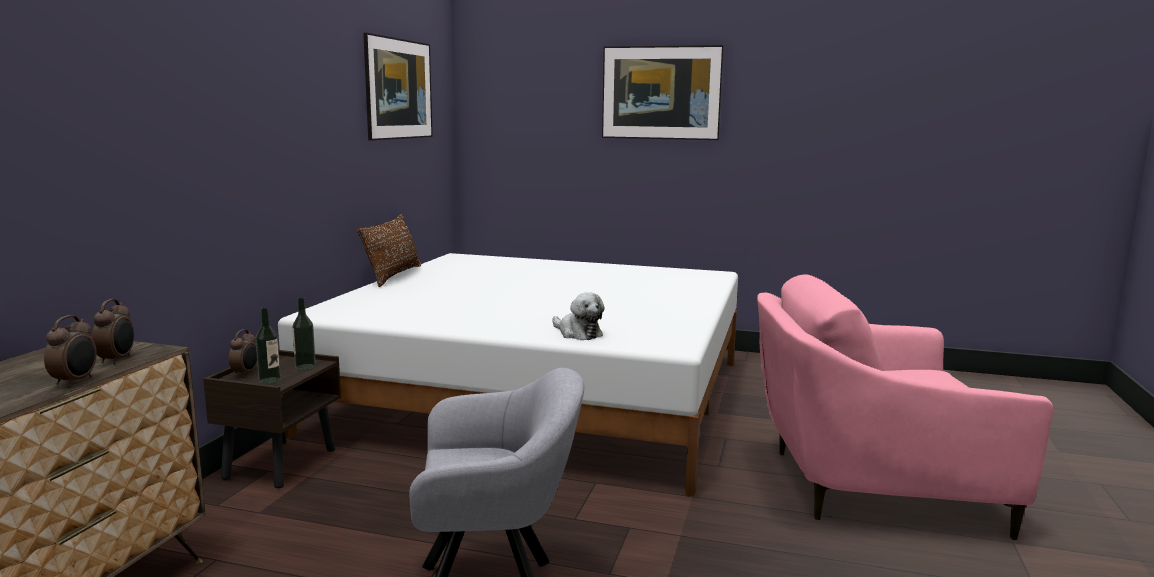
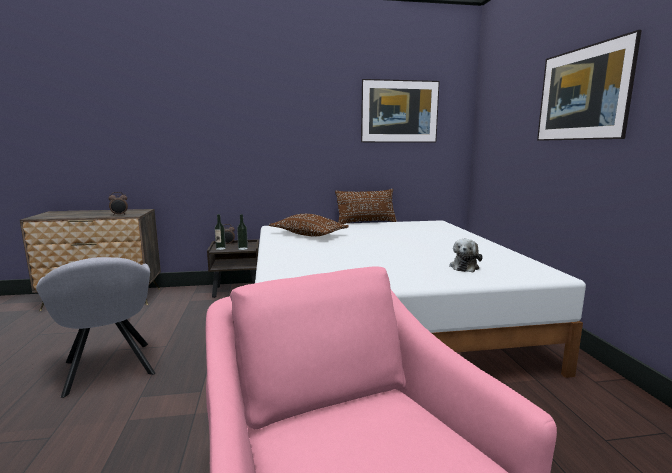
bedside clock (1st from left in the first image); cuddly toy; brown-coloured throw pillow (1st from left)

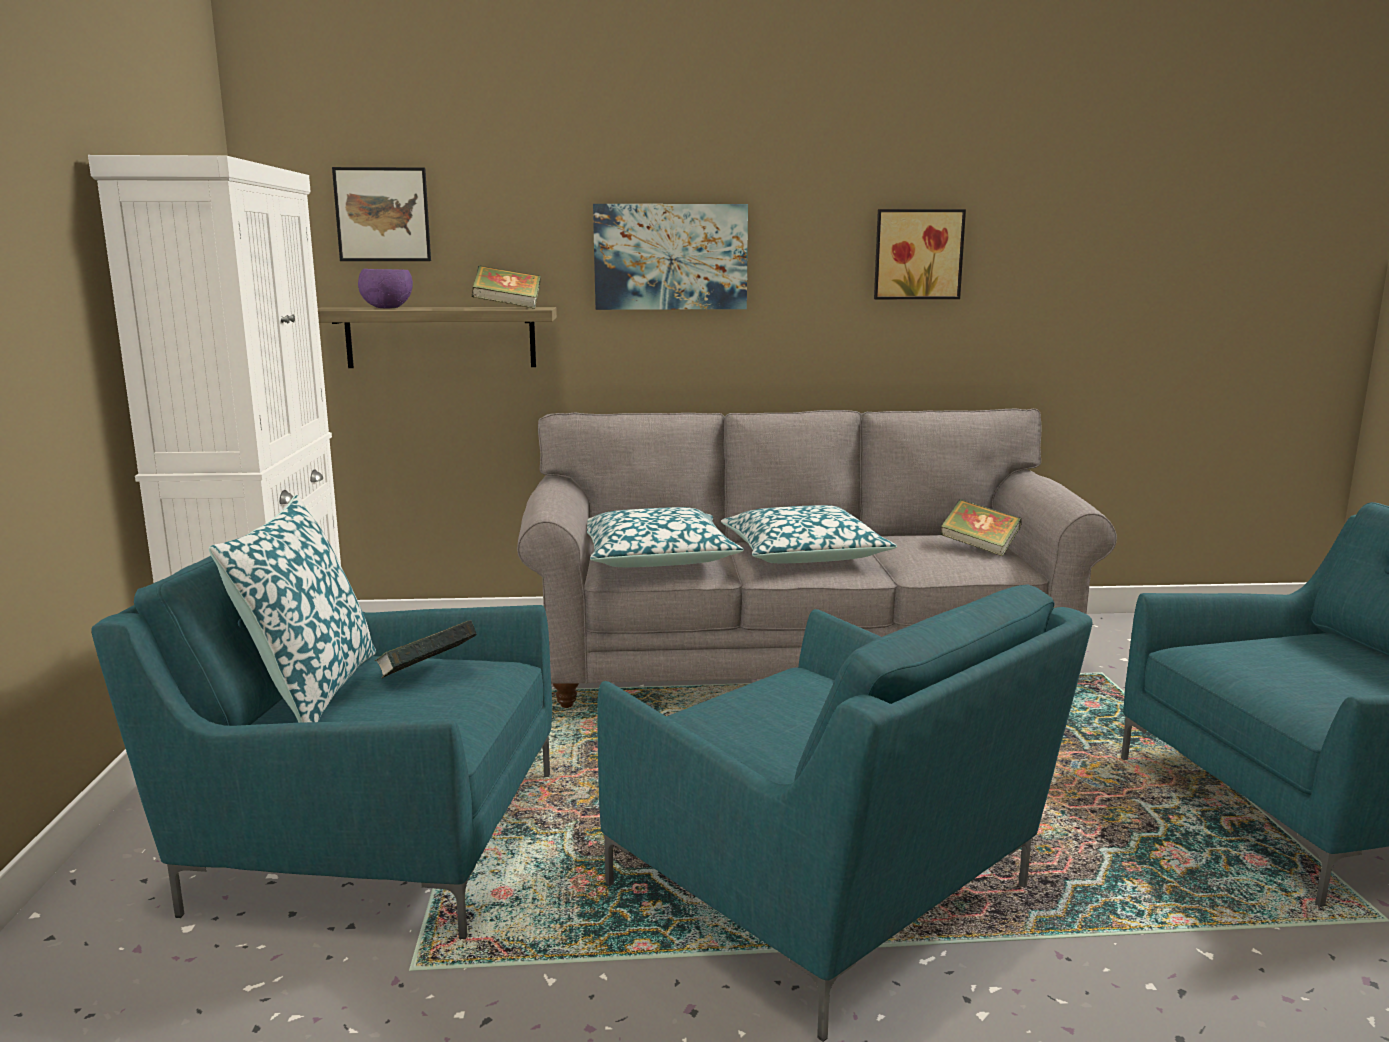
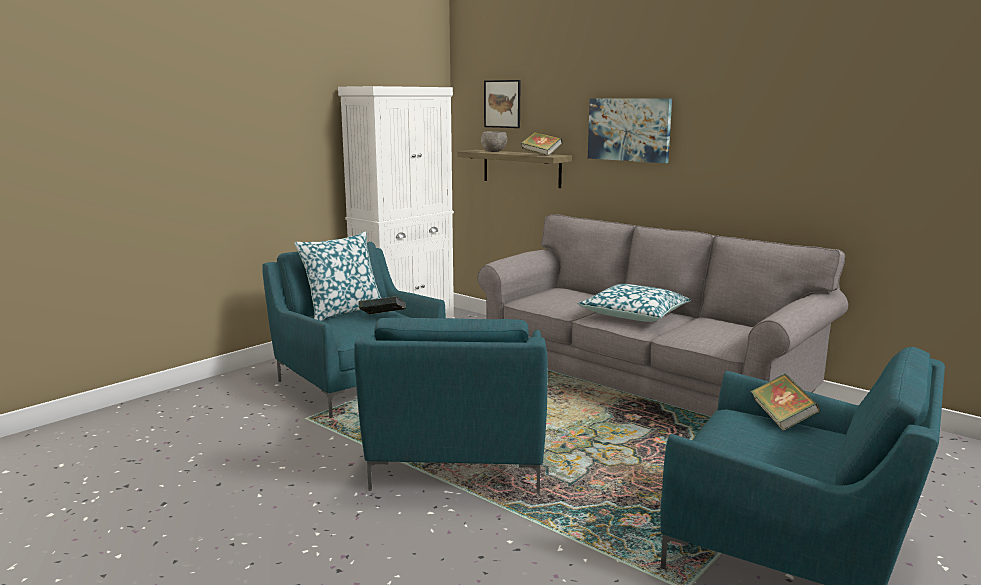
grey bowl; throw pillow (2nd from left in the first image); picture (3rd from left in the first image); volume (3rd from left)

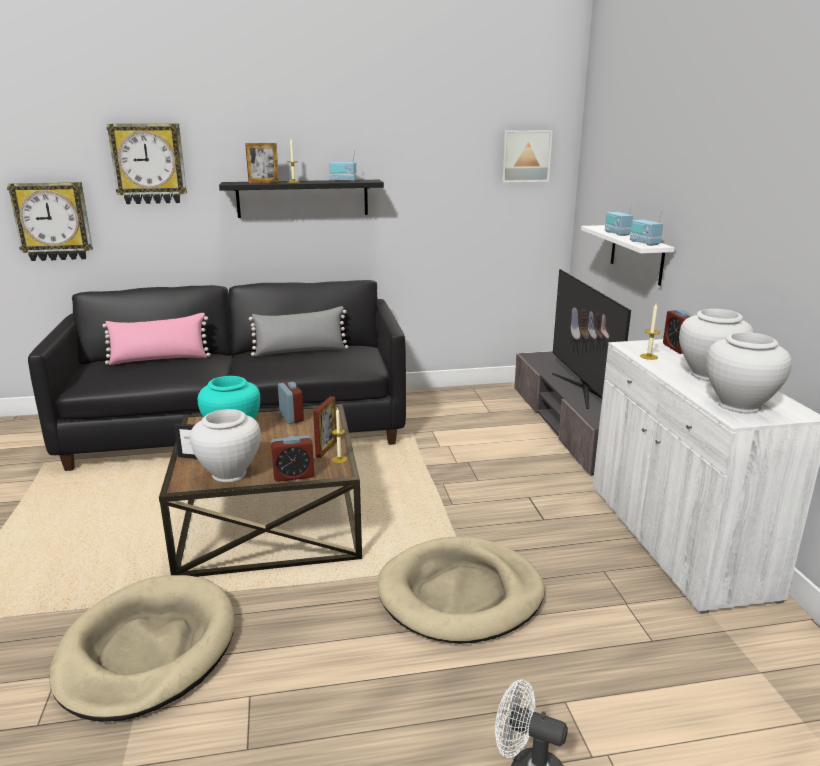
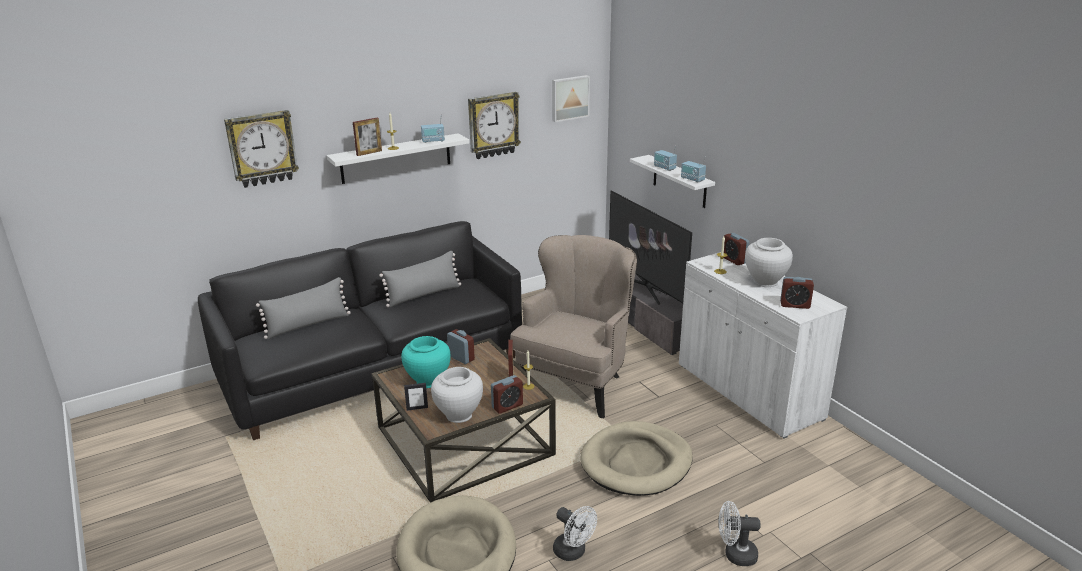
clock on the wall (2nd from left); grey throw pillow (1st from left); white shelf (1st from left); bedside clock (4th from left); sand-coloured easy chair; white fan (1st from left)

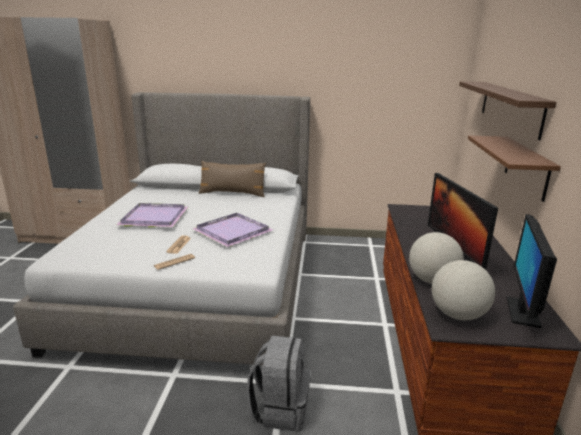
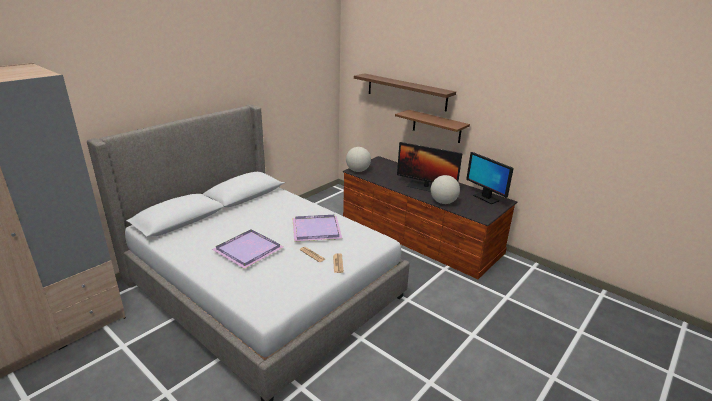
brown-coloured throw pillow; grey knapsack; desk globe (1st from left)

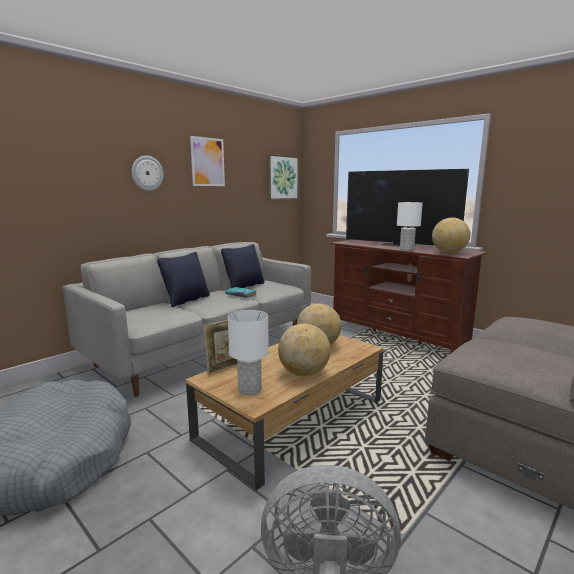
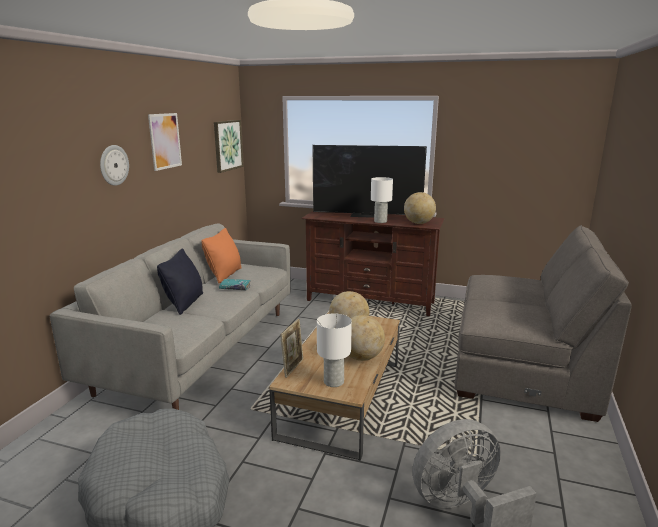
orange-coloured throw pillow

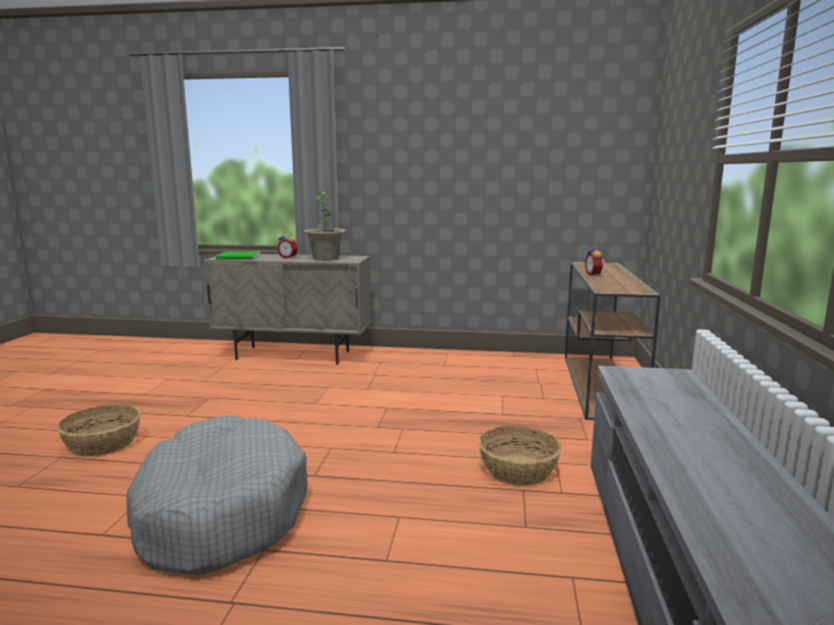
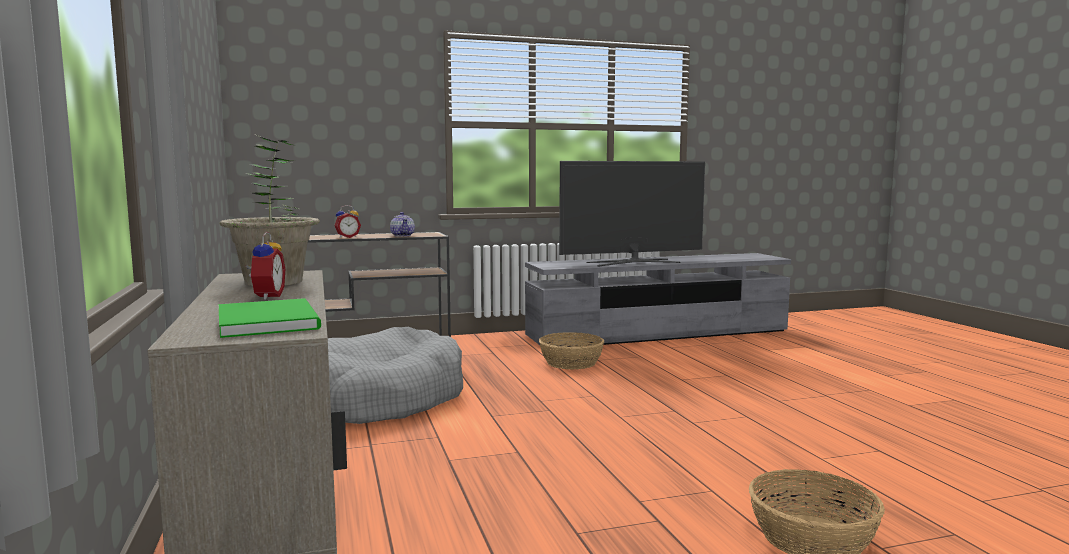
grey dog cushion; teapot; TV

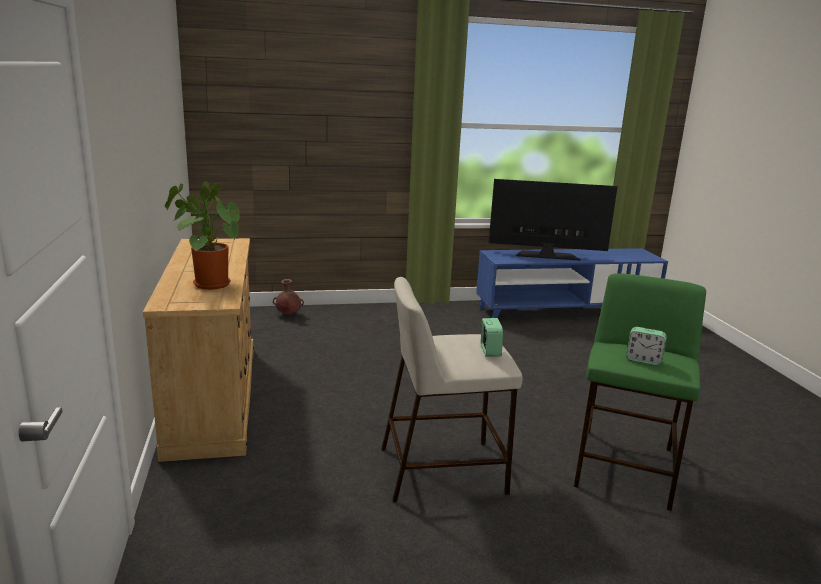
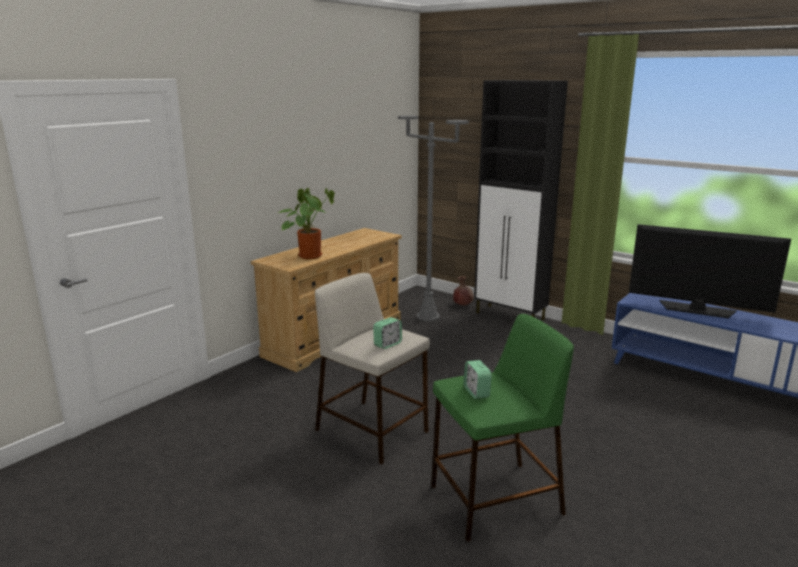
TV; grey standing lamp; black cupboard

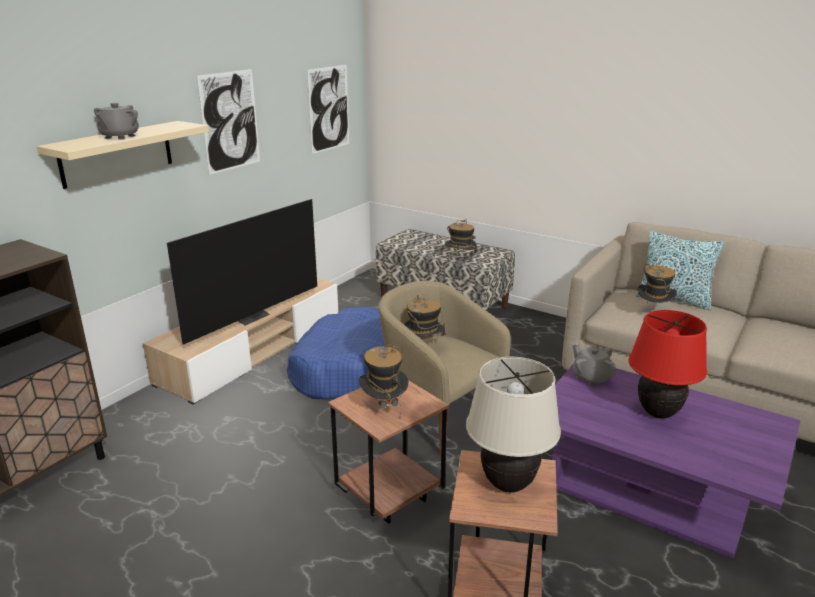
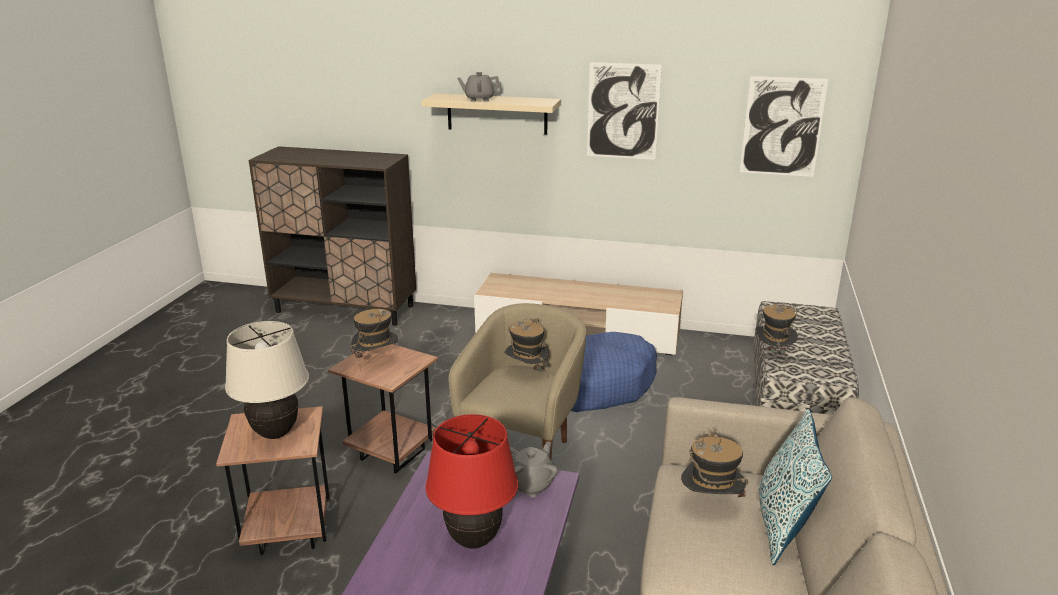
TV

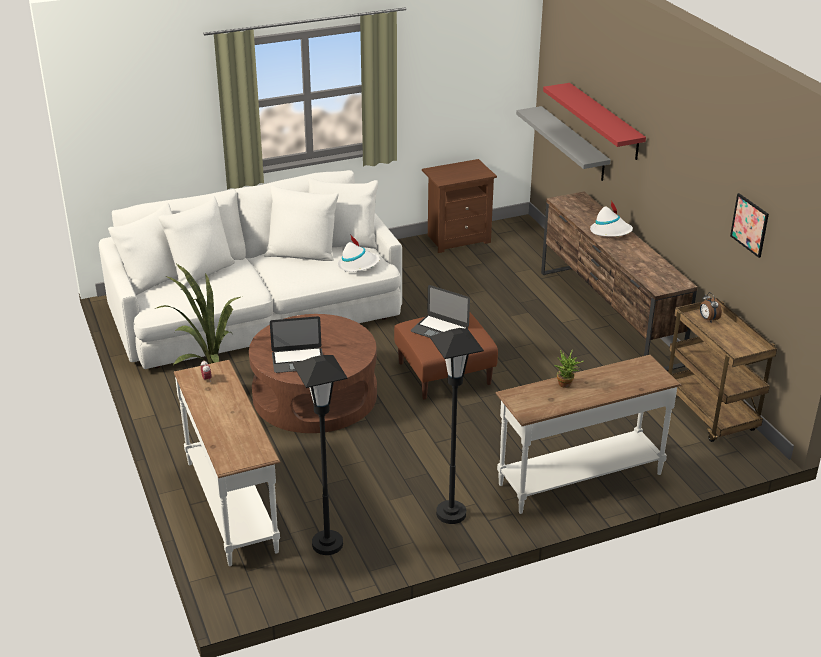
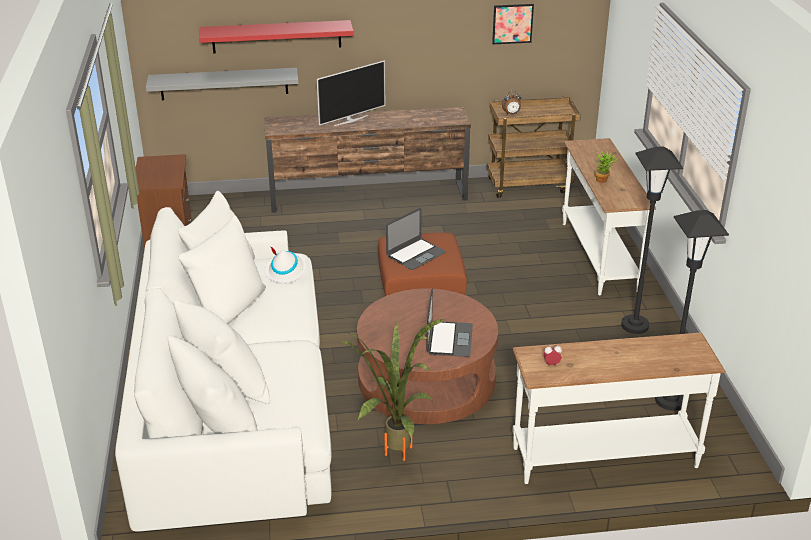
TV

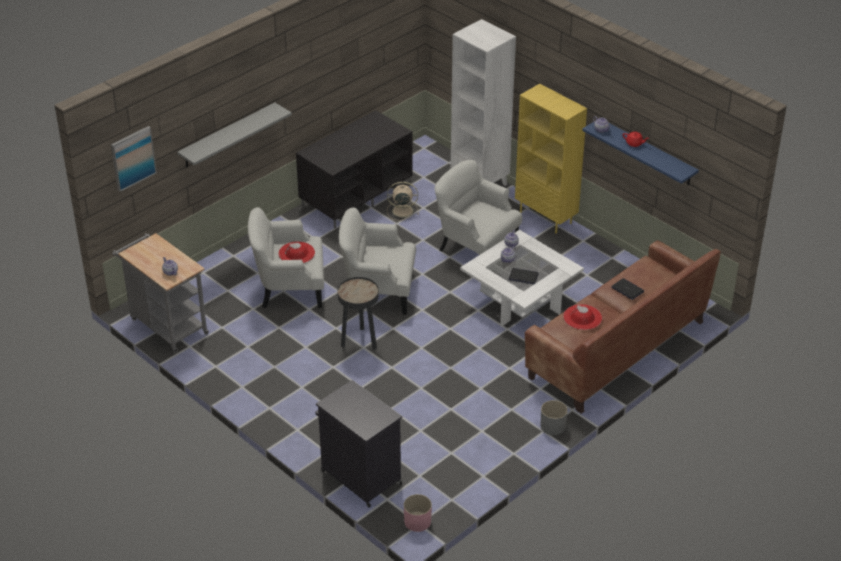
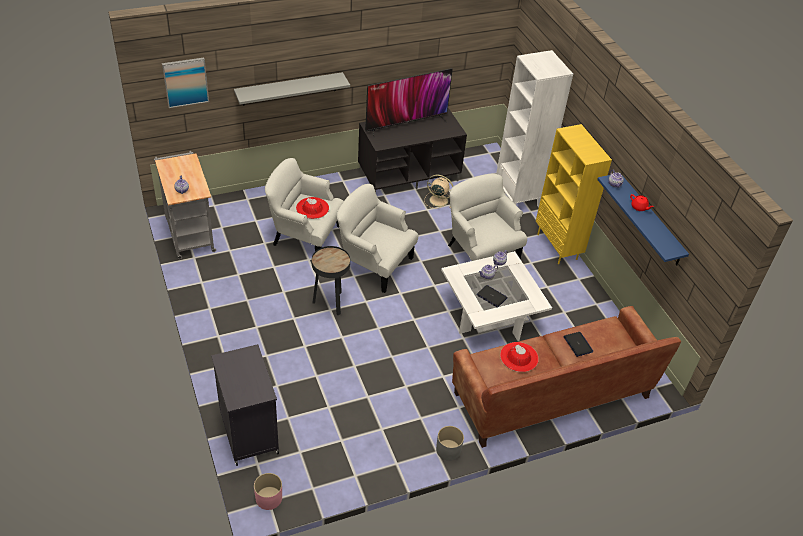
TV

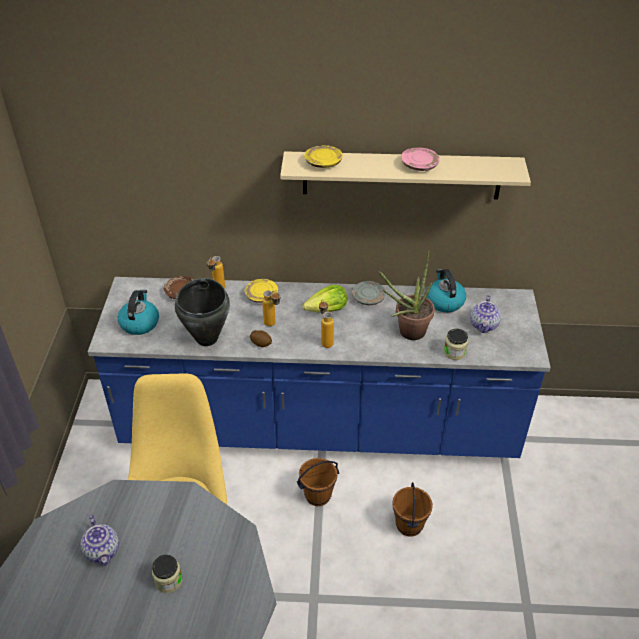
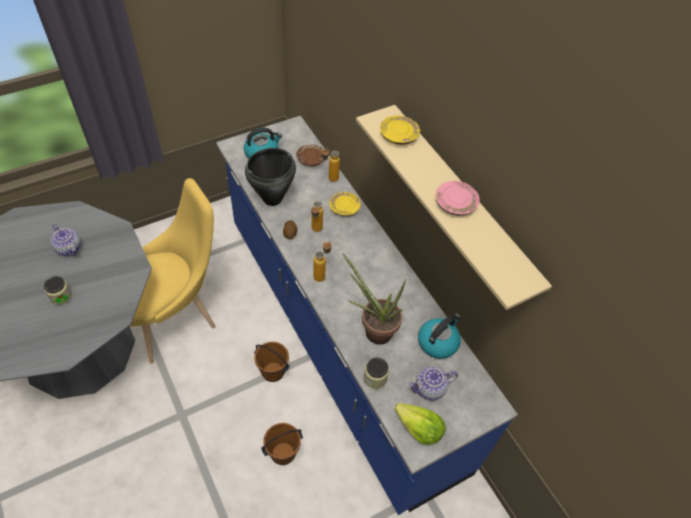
teapot (1st from left); lettuce head; grey dinner plate

